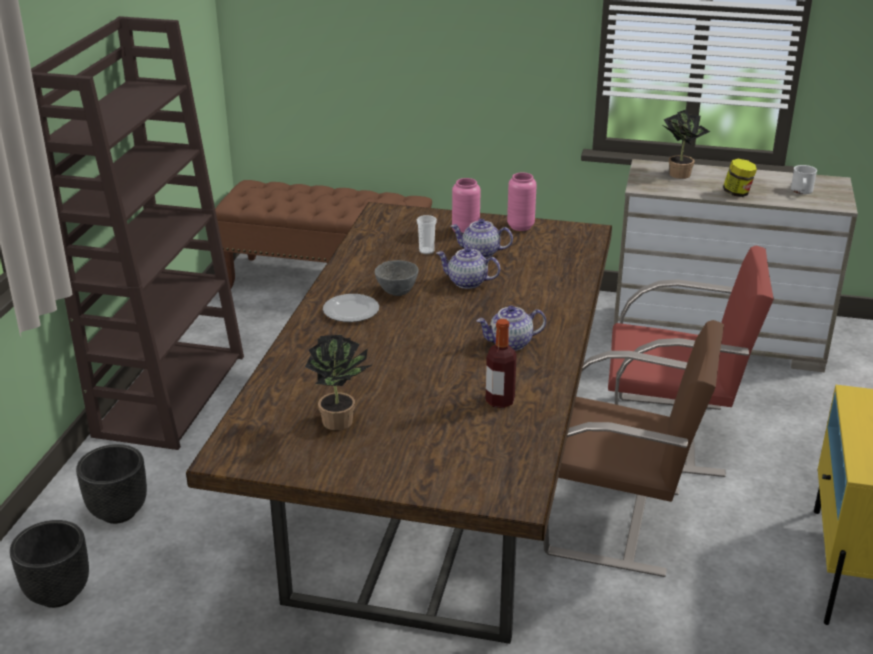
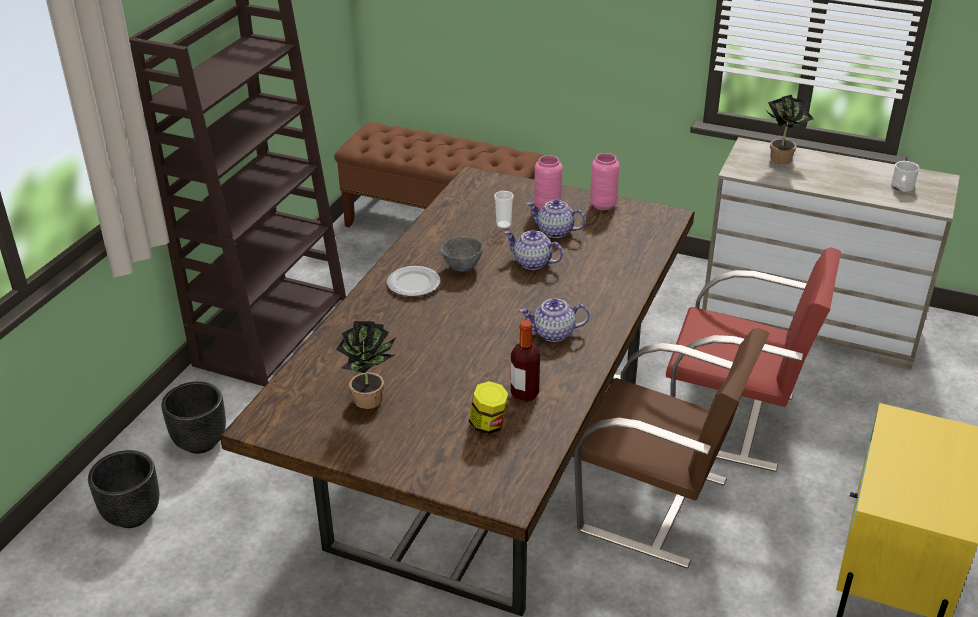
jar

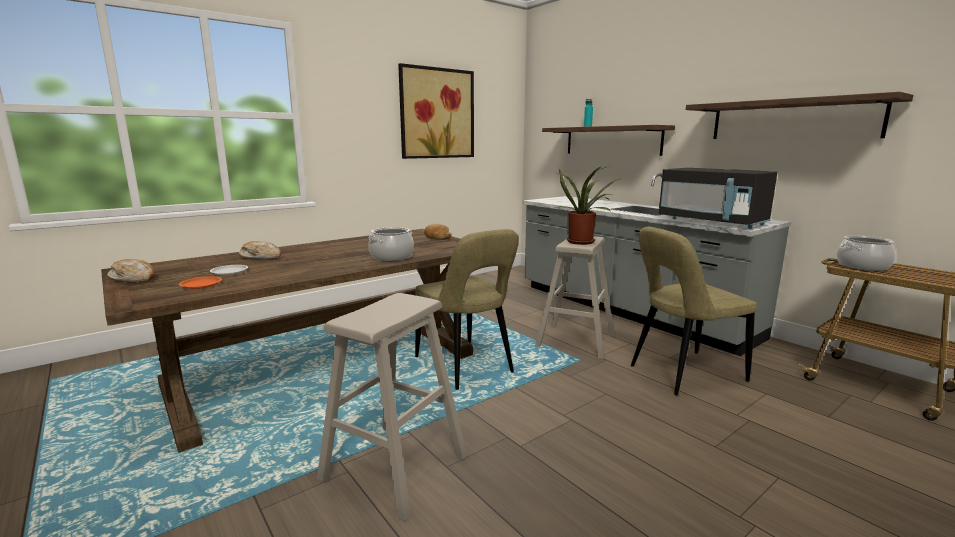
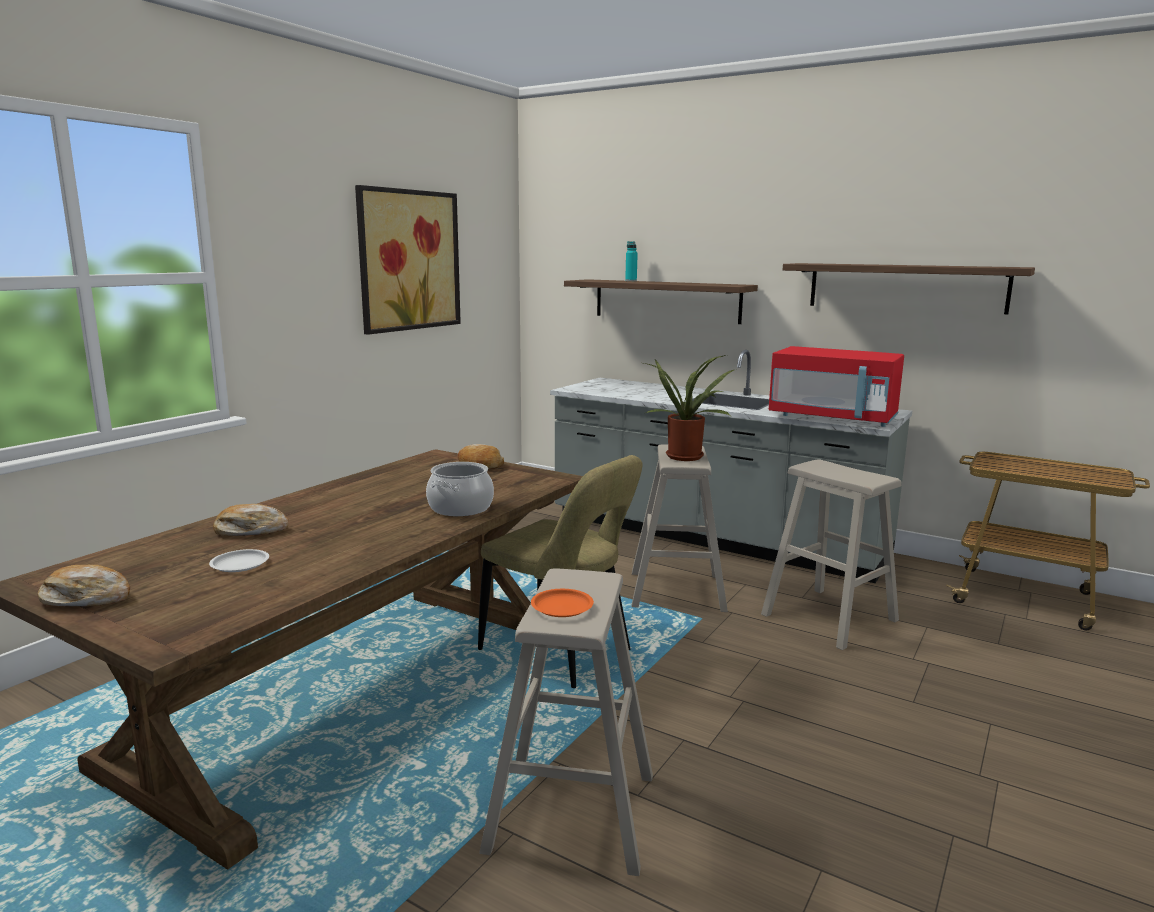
orange-coloured dinner plate; sand-coloured stool (3rd from left); red microwave; cooking pot (2nd from left in the first image)

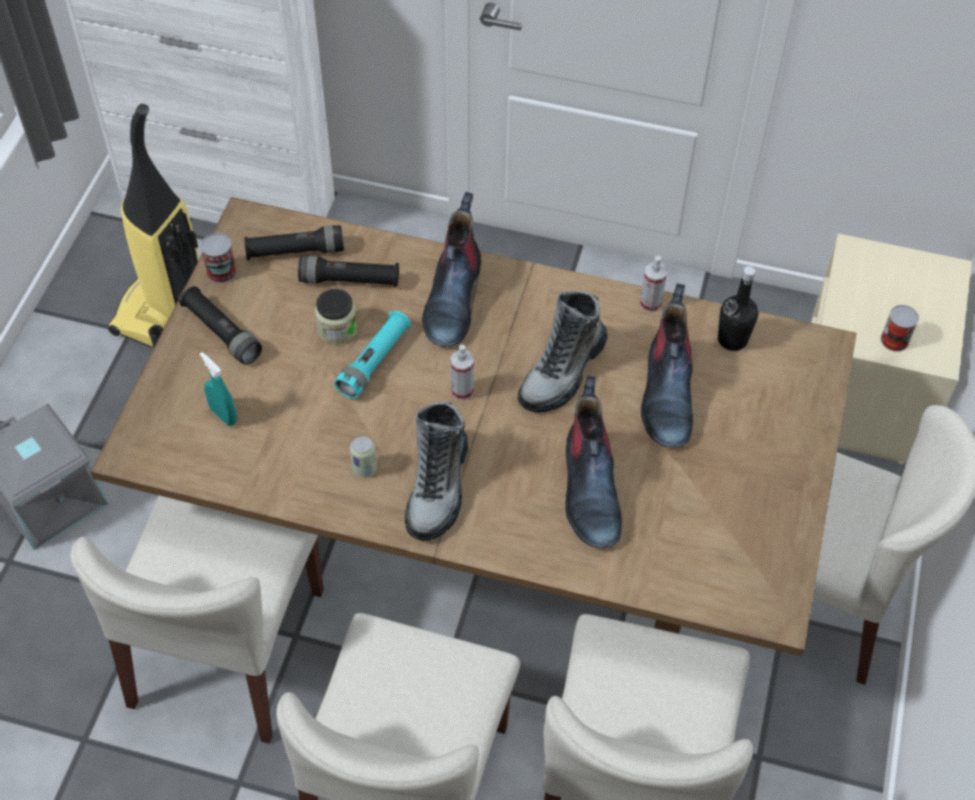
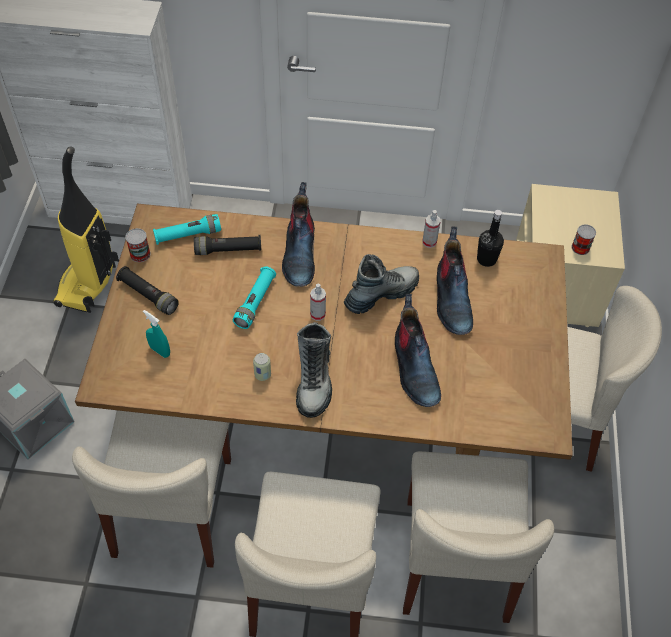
blue-green flashlight (1st from left); jar; high-top boot (3rd from left)

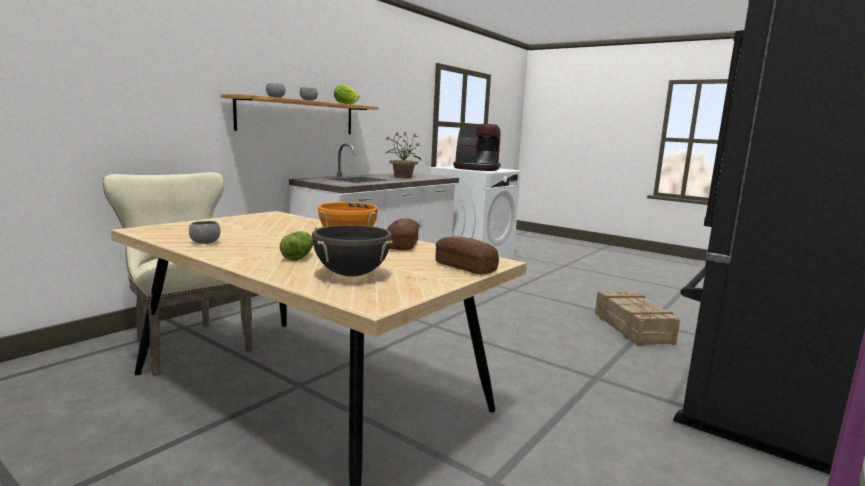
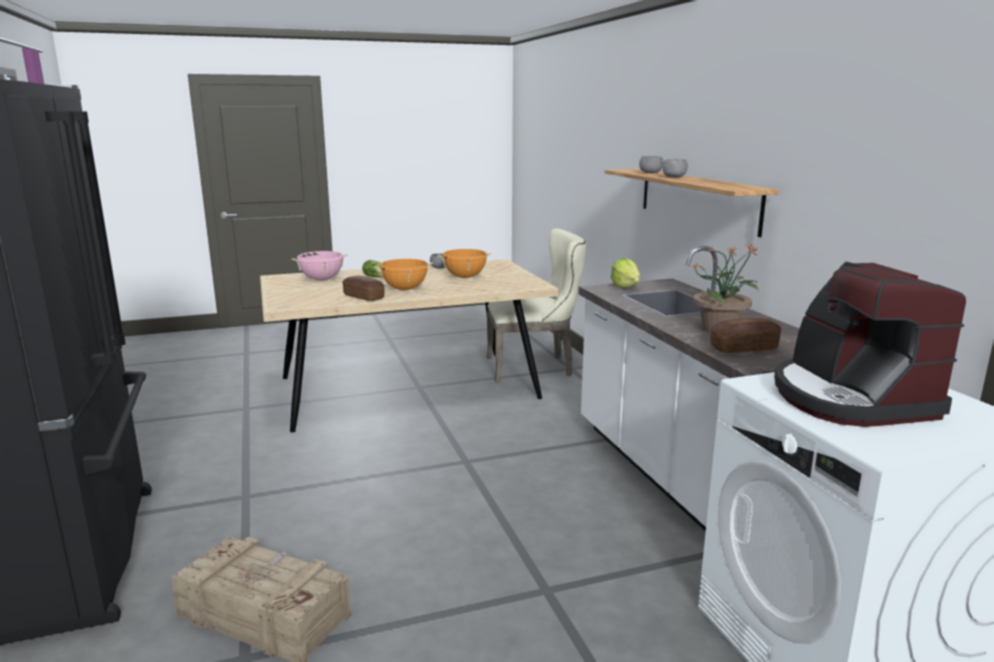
pink cooking pot; lettuce head (2nd from left); bread (2nd from left); coffee maker; orange-coloured cooking pot (2nd from left)

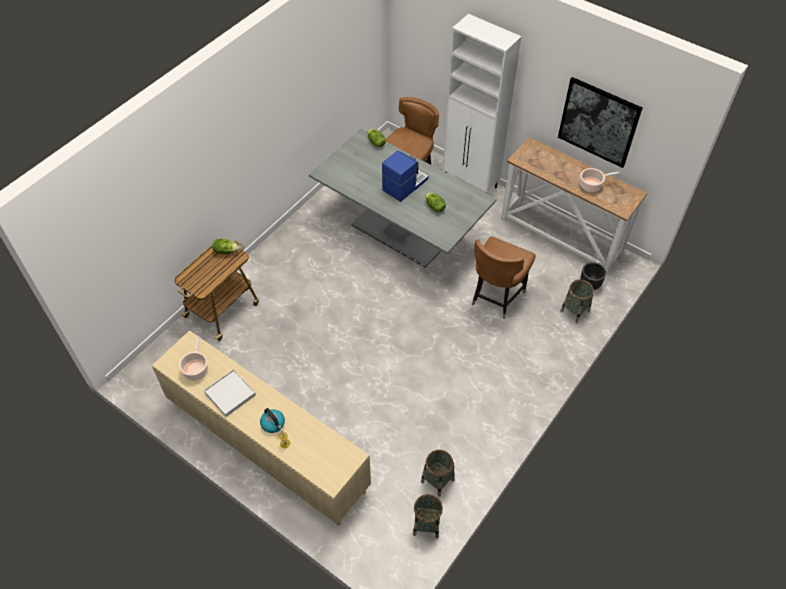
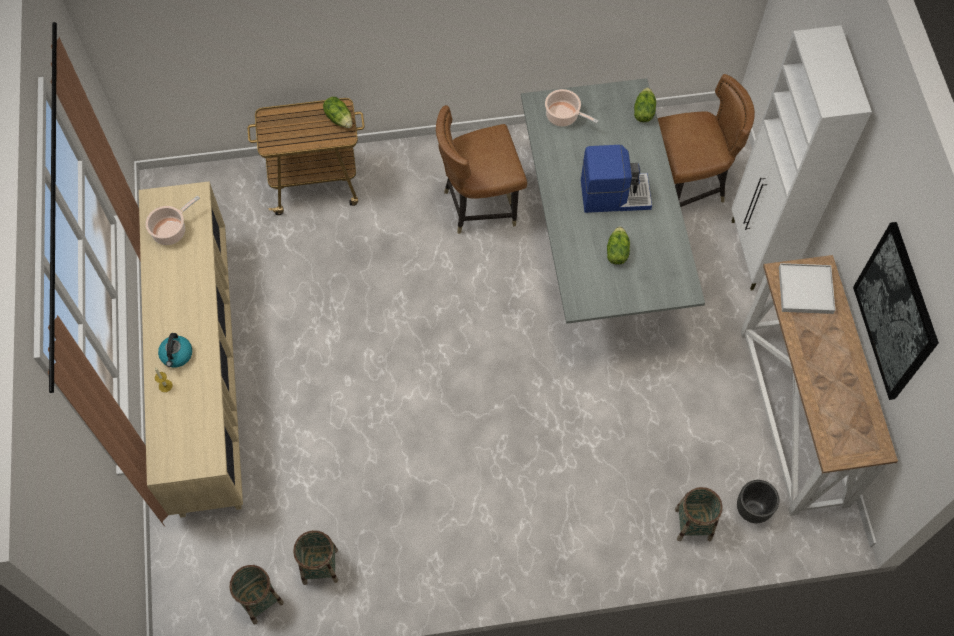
white tray; brown-coloured plain chair (1st from left); cooking pot (2nd from left)

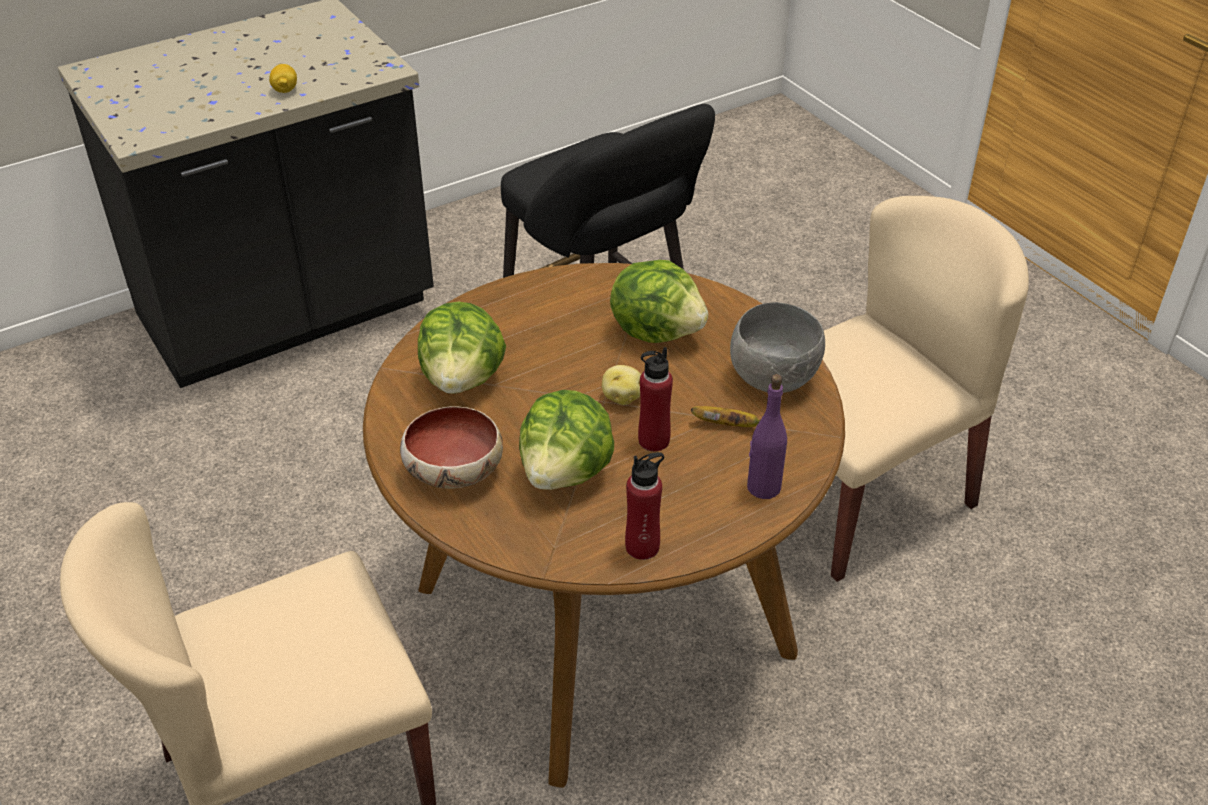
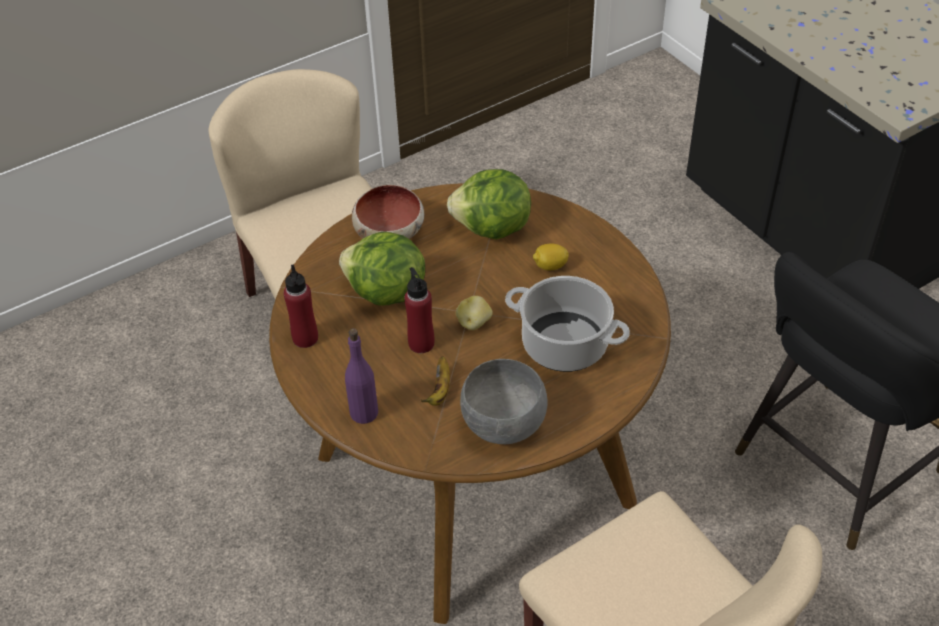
citrus fruit; cooking pot

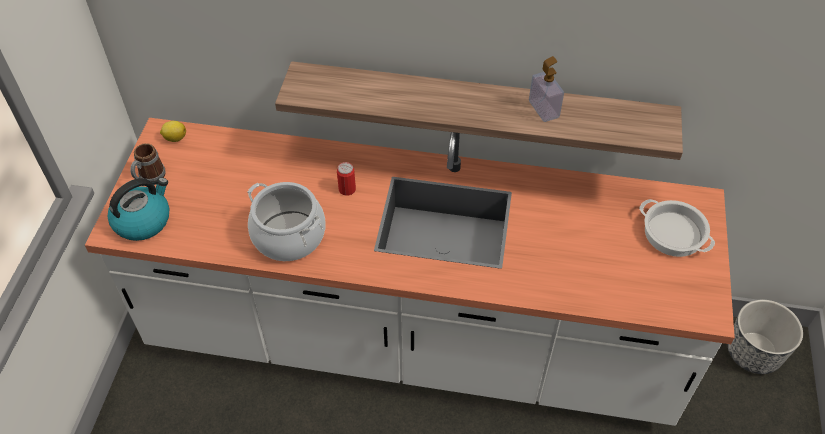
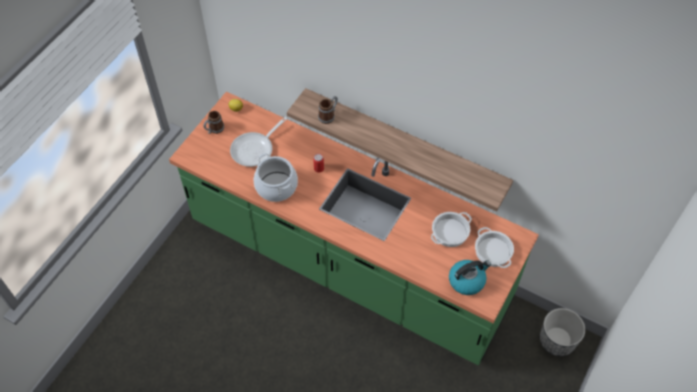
green kitchen base unit; kettle; liquid soap bottle; pan; tea mug (2nd from left); cooking pot (2nd from left)

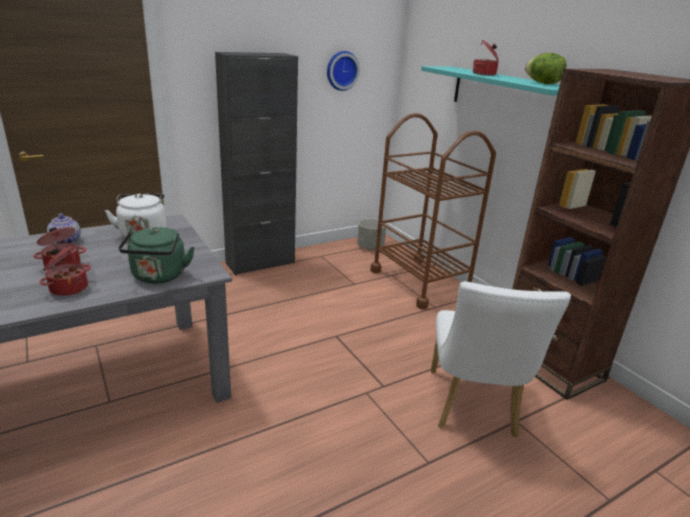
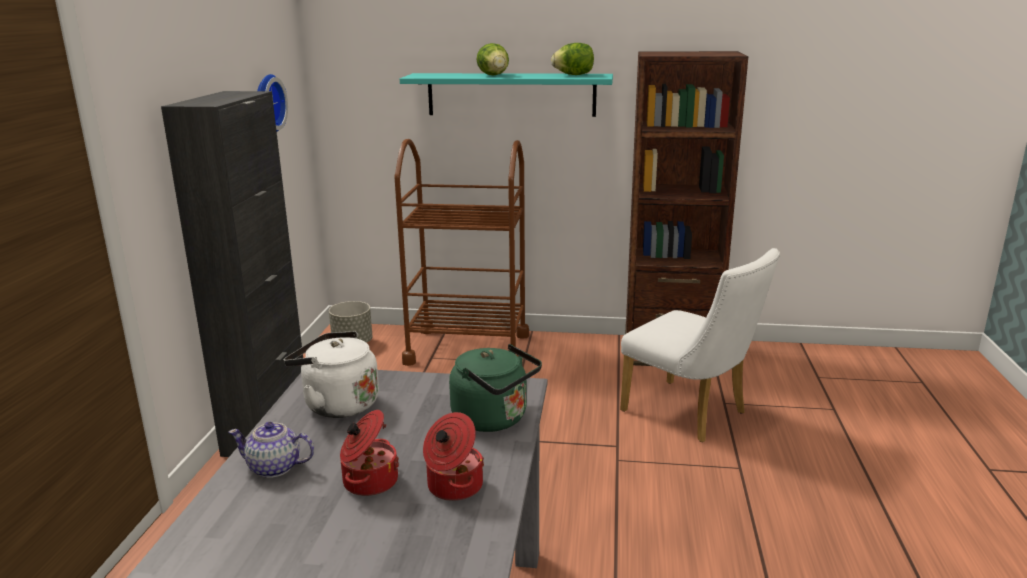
lettuce head (1st from left)

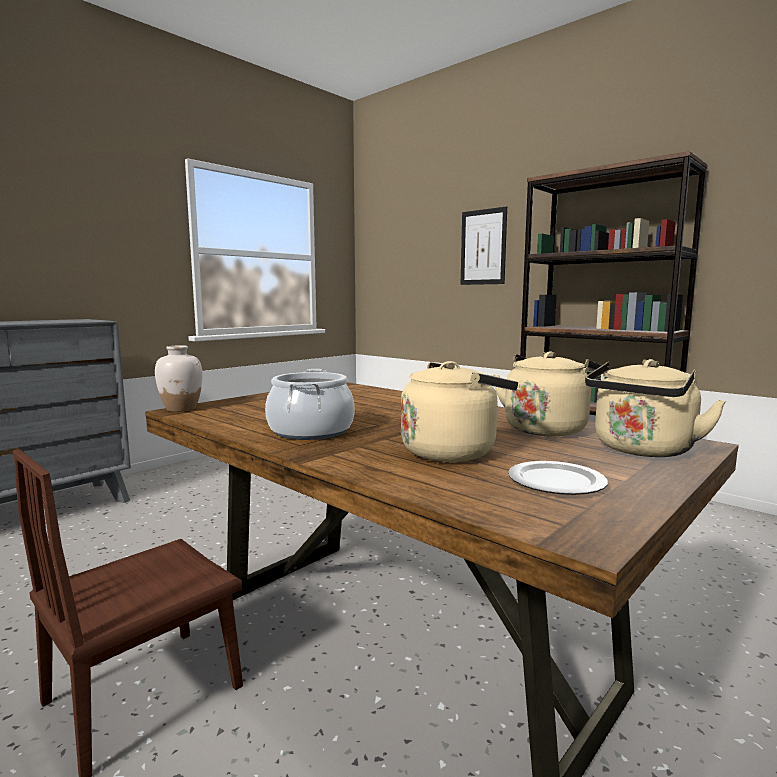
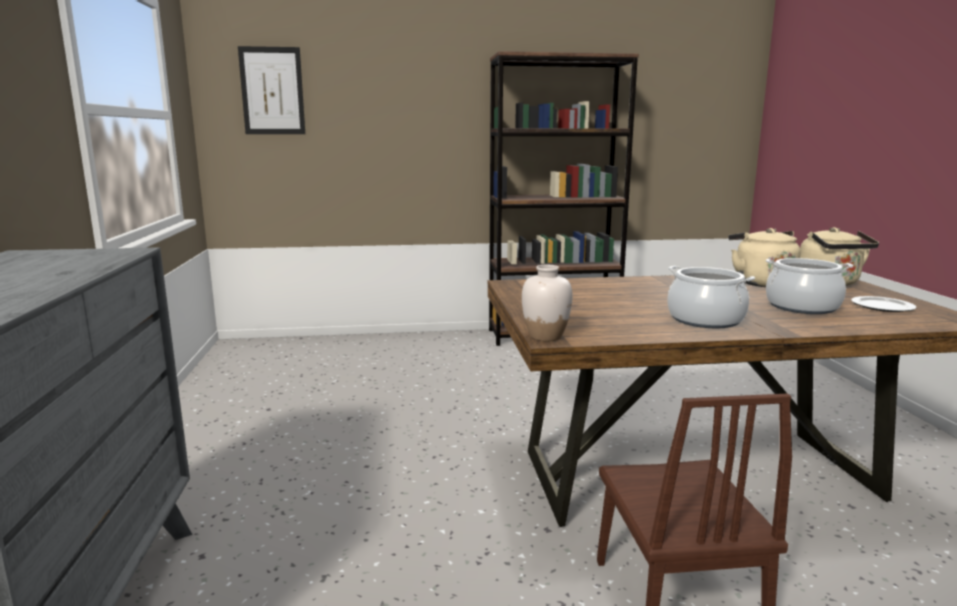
cooking pot (2nd from left); picture

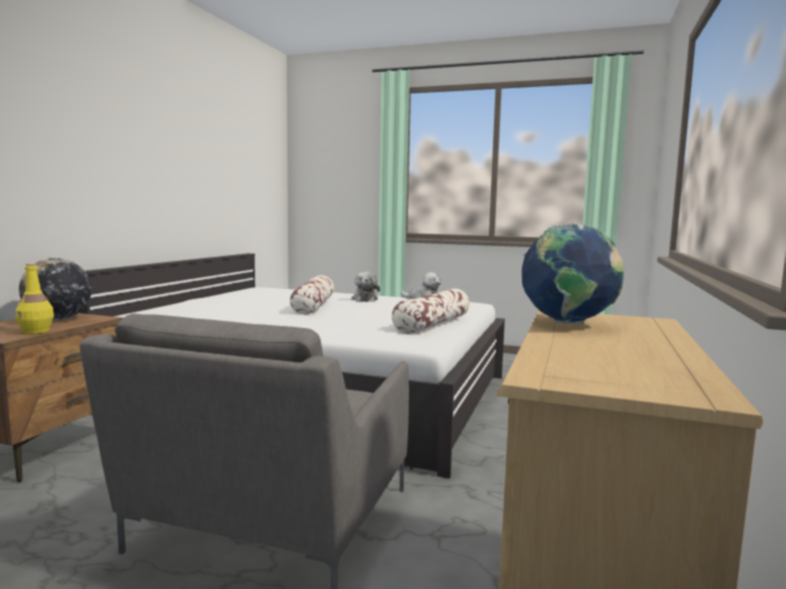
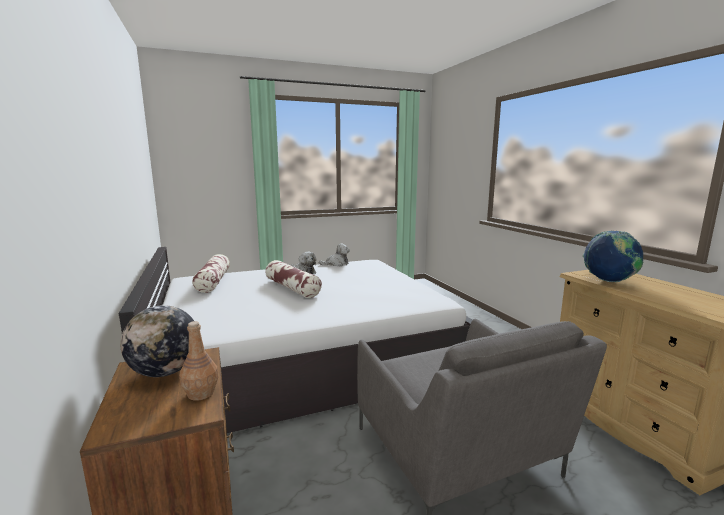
brown-coloured drink bottle; throw pillow (1st from left)

